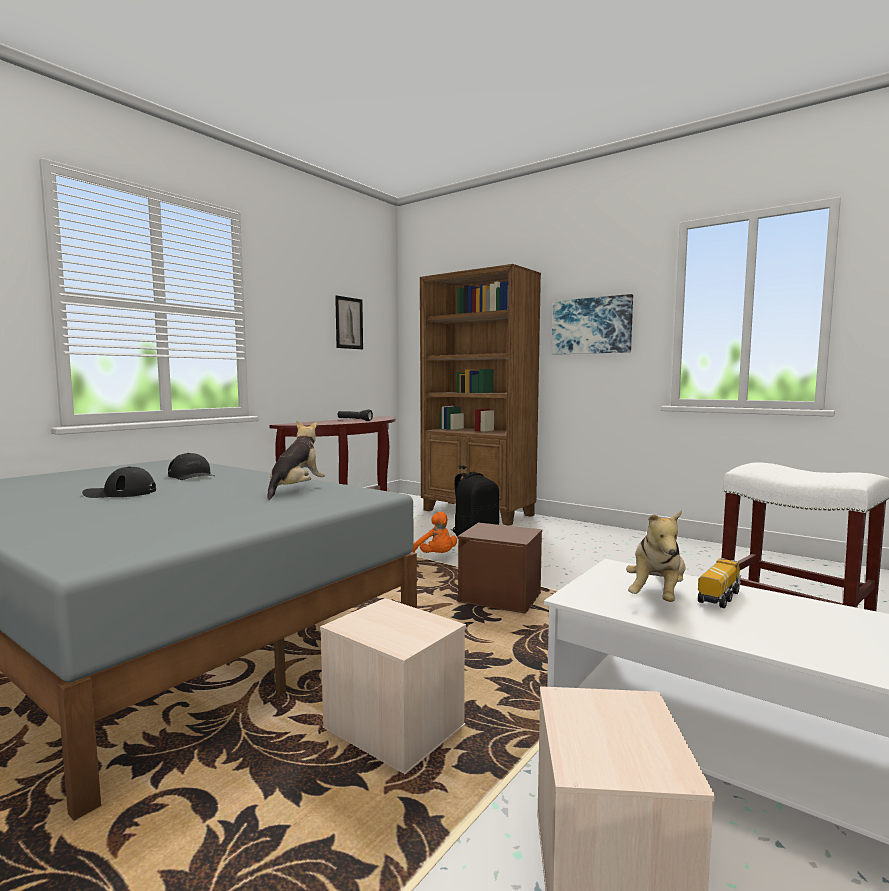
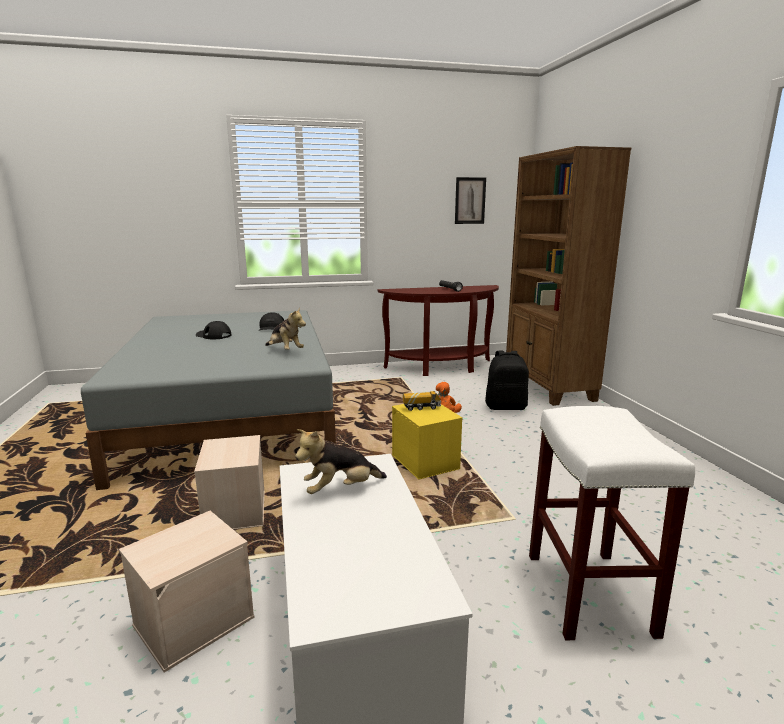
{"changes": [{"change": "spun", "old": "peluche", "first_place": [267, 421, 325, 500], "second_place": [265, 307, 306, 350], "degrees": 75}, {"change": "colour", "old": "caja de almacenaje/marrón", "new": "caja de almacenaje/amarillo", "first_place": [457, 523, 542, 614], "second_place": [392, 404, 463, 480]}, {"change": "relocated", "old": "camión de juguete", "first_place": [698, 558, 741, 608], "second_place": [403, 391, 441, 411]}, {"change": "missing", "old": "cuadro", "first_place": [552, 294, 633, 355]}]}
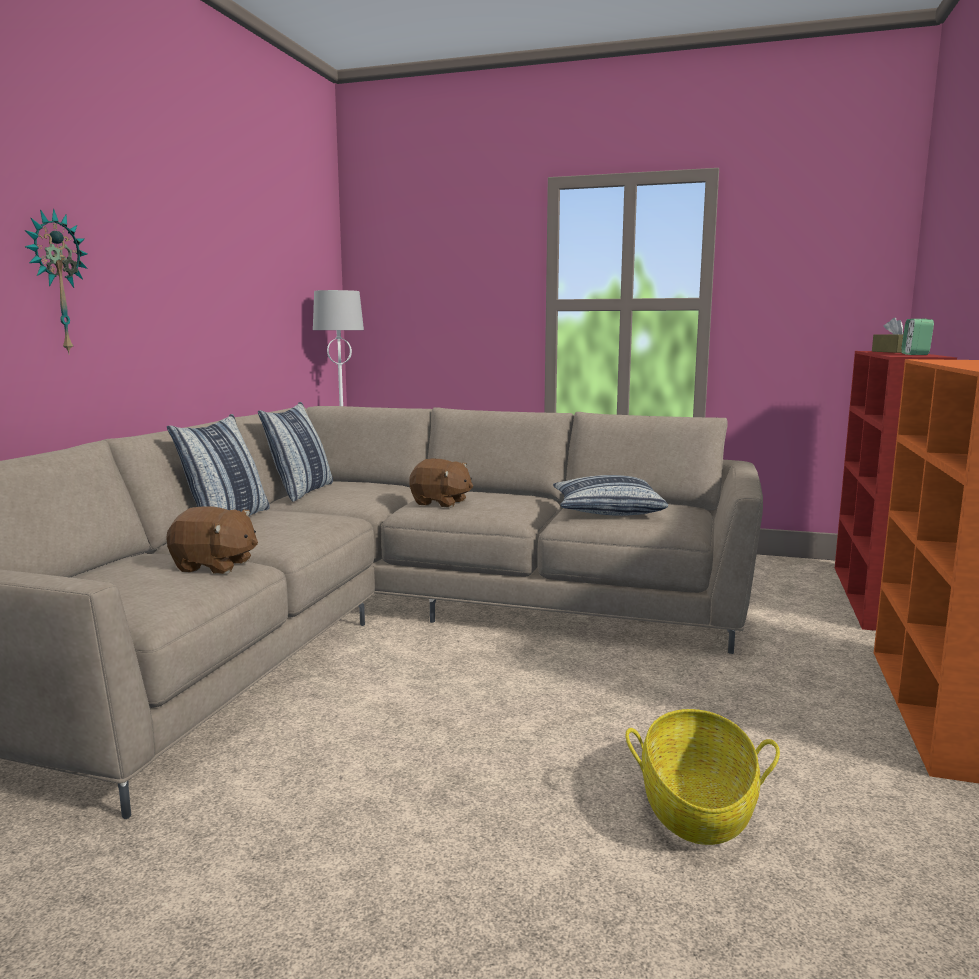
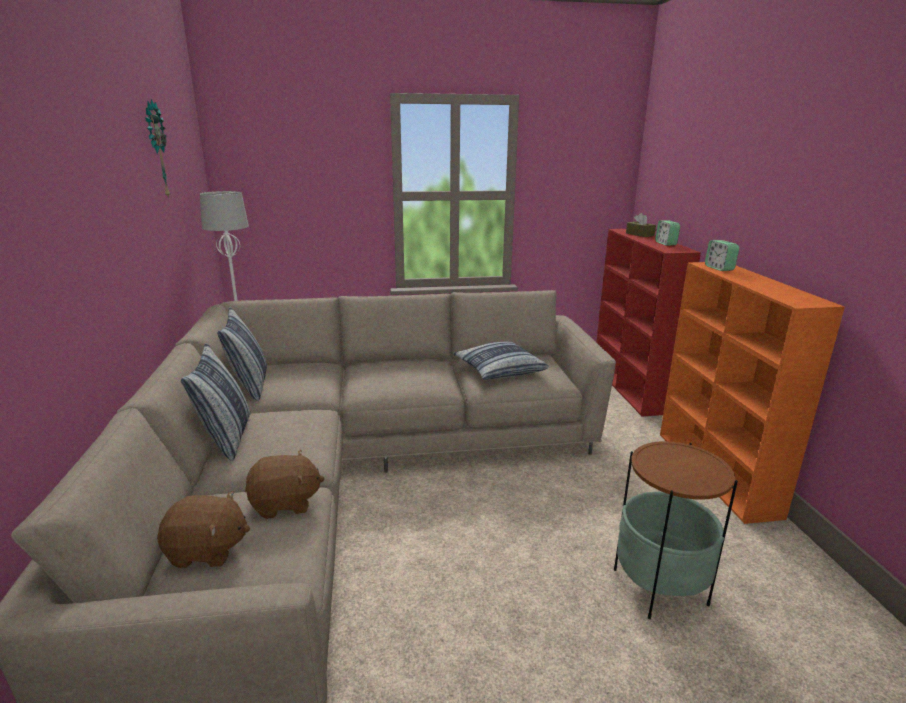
{"changes": [{"change": "relocated", "old": "reloj de pared", "first_place": [24, 209, 88, 355], "second_place": [145, 99, 170, 199]}, {"change": "relocated", "old": "peluche/marrón", "first_place": [409, 459, 473, 508], "second_place": [157, 491, 250, 568]}, {"change": "exchanged", "old": "cesta", "new": "mesa auxiliar", "first_place": [625, 709, 780, 845], "second_place": [614, 441, 738, 619]}, {"change": "appeared", "new": "despertador", "second_place": [705, 240, 739, 271]}]}
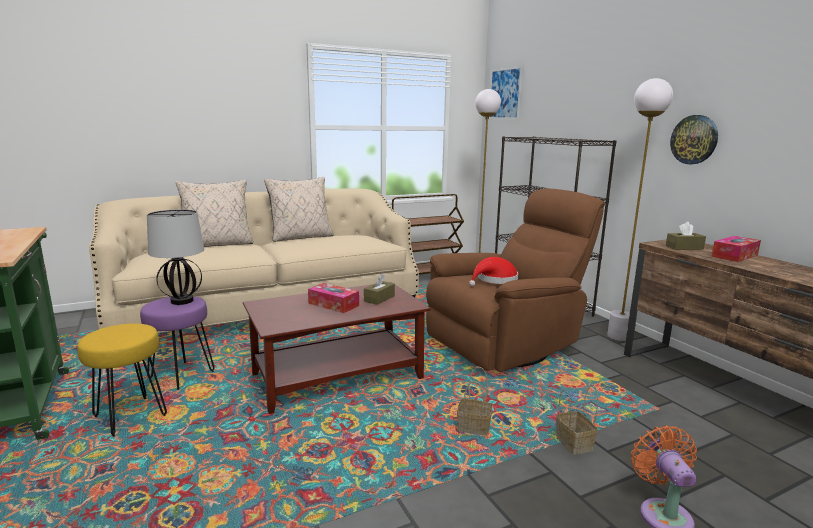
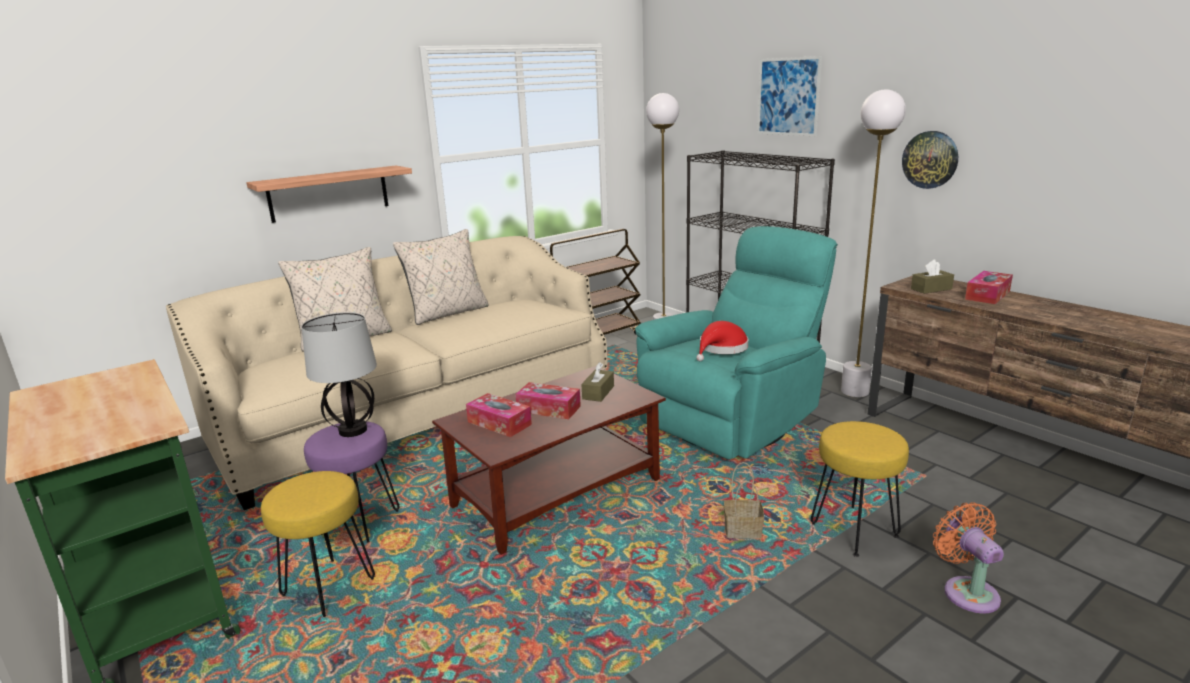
{"changes": [{"change": "appeared", "new": "estante", "second_place": [246, 166, 412, 223]}, {"change": "appeared", "new": "caja de pañuelos", "second_place": [466, 393, 532, 437]}, {"change": "colour", "old": "sillón/marrón", "new": "sillón/turquesa", "first_place": [426, 189, 605, 372], "second_place": [635, 226, 838, 460]}, {"change": "relocated", "old": "cuadro", "first_place": [489, 66, 523, 119], "second_place": [757, 56, 822, 136]}, {"change": "exchanged", "old": "cesta", "new": "taburete/amarillo", "first_place": [556, 384, 598, 455], "second_place": [811, 421, 909, 557]}]}
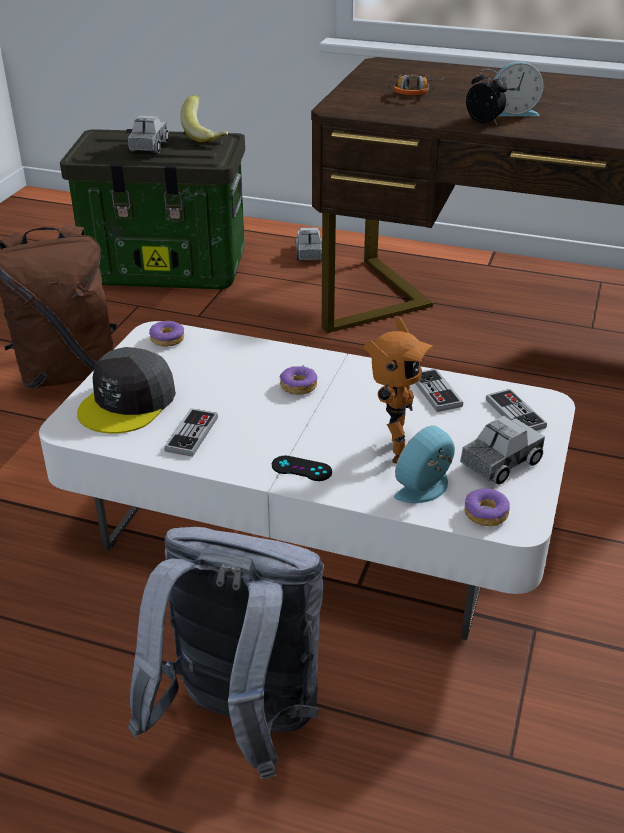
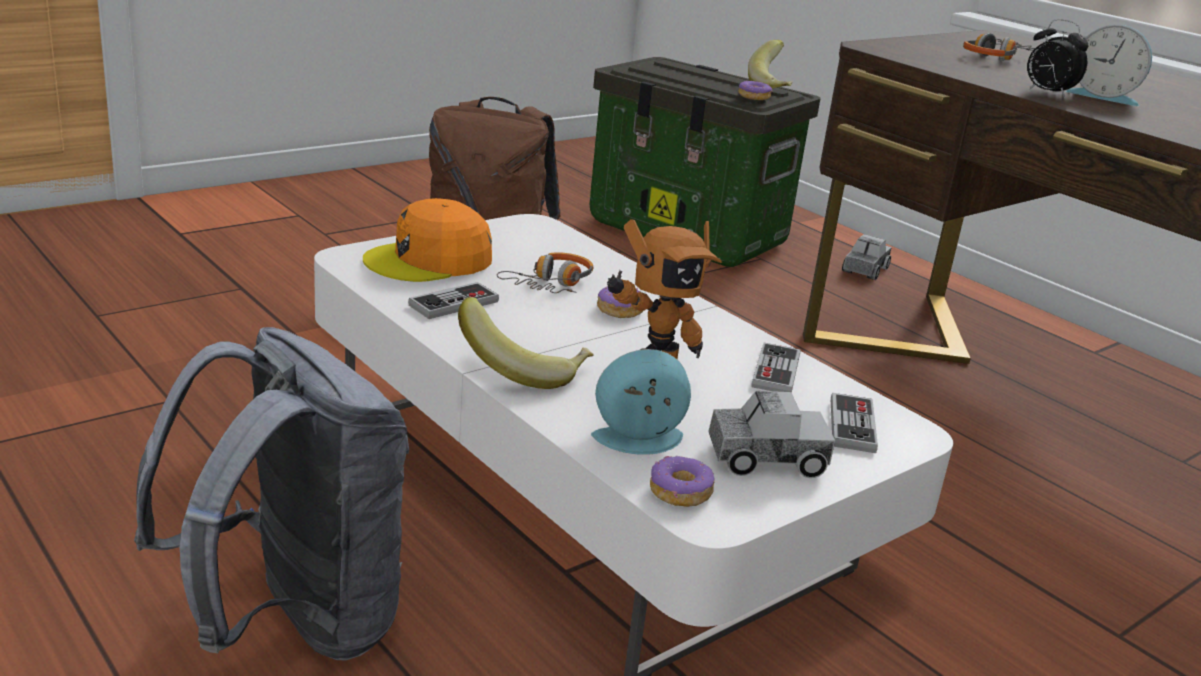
{"changes": [{"change": "colour", "old": "gorra/gris", "new": "gorra/naranja", "first_place": [77, 347, 176, 433], "second_place": [363, 198, 492, 282]}, {"change": "exchanged", "old": "mando de consola/negro", "new": "plátano", "first_place": [272, 455, 332, 481], "second_place": [458, 297, 594, 389]}, {"change": "appeared", "new": "auriculares", "second_place": [497, 252, 593, 293]}, {"change": "relocated", "old": "rosquilla", "first_place": [149, 321, 184, 347], "second_place": [738, 81, 773, 100]}, {"change": "spun", "old": "despertador", "first_place": [466, 68, 508, 125], "second_place": [1027, 19, 1088, 98], "degrees": 150}, {"change": "missing", "old": "camión de juguete", "first_place": [128, 115, 169, 153]}]}
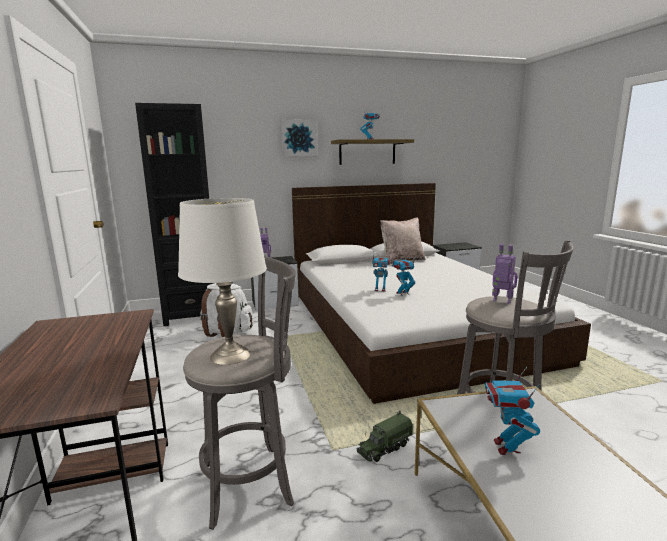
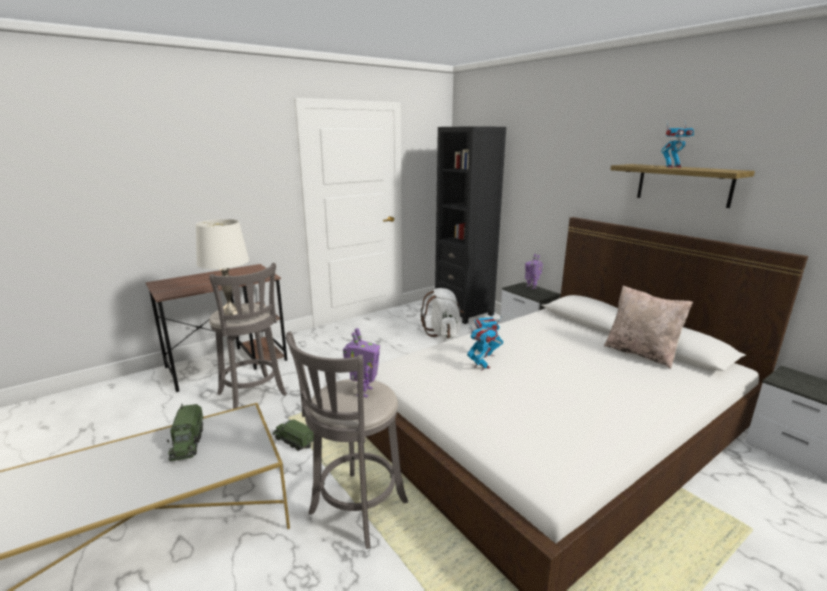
{"changes": [{"change": "exchanged", "old": "robot de juguete", "new": "camión de juguete", "first_place": [485, 367, 540, 455], "second_place": [167, 404, 203, 461]}, {"change": "missing", "old": "cuadro", "first_place": [281, 119, 317, 157]}]}
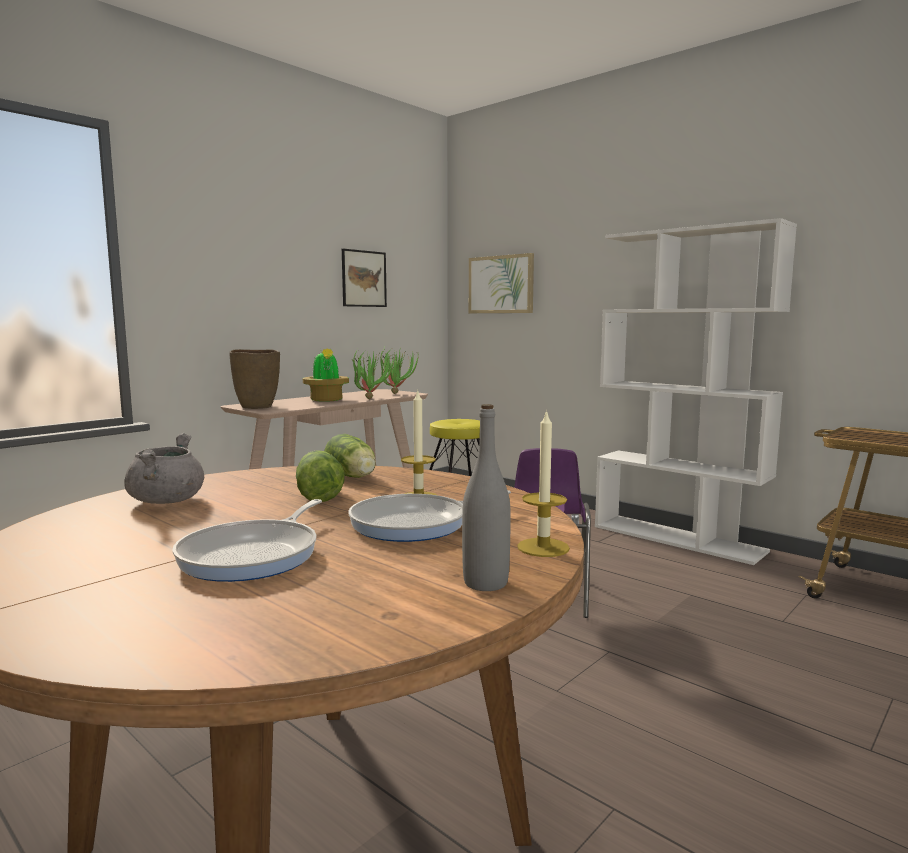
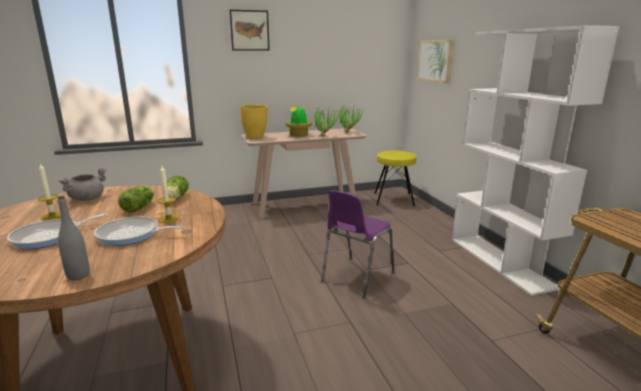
{"changes": [{"change": "relocated", "old": "vela", "first_place": [517, 409, 570, 557], "second_place": [38, 163, 61, 220]}, {"change": "relocated", "old": "cuadro", "first_place": [342, 249, 387, 307], "second_place": [230, 10, 270, 51]}, {"change": "colour", "old": "florero/marrón", "new": "florero/amarillo", "first_place": [229, 349, 280, 409], "second_place": [240, 104, 267, 139]}]}
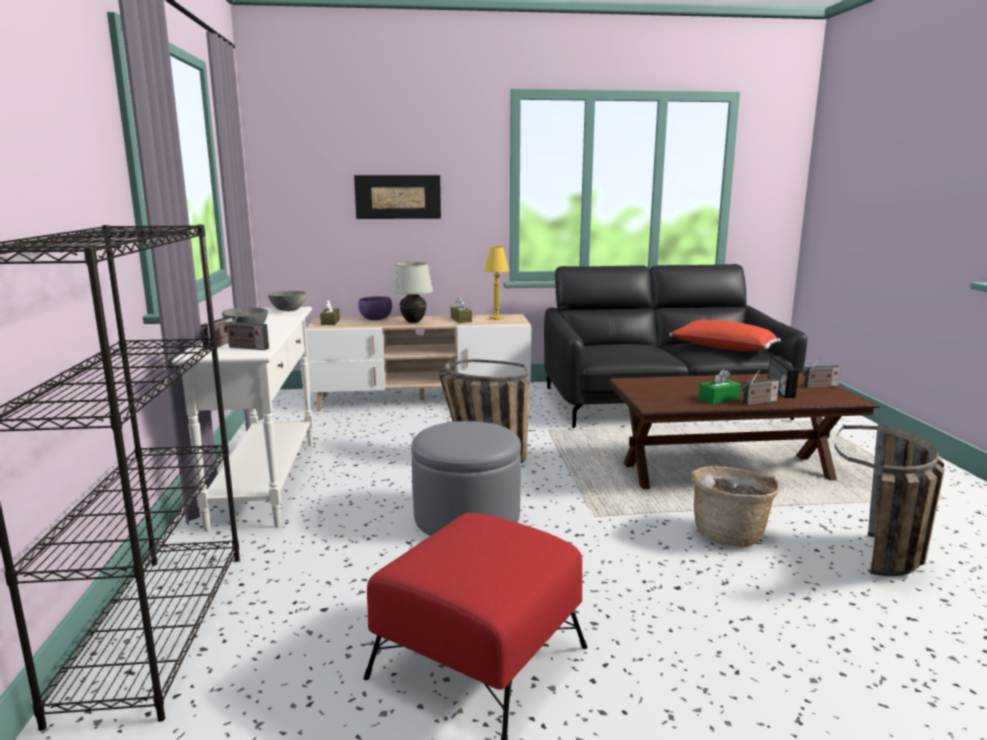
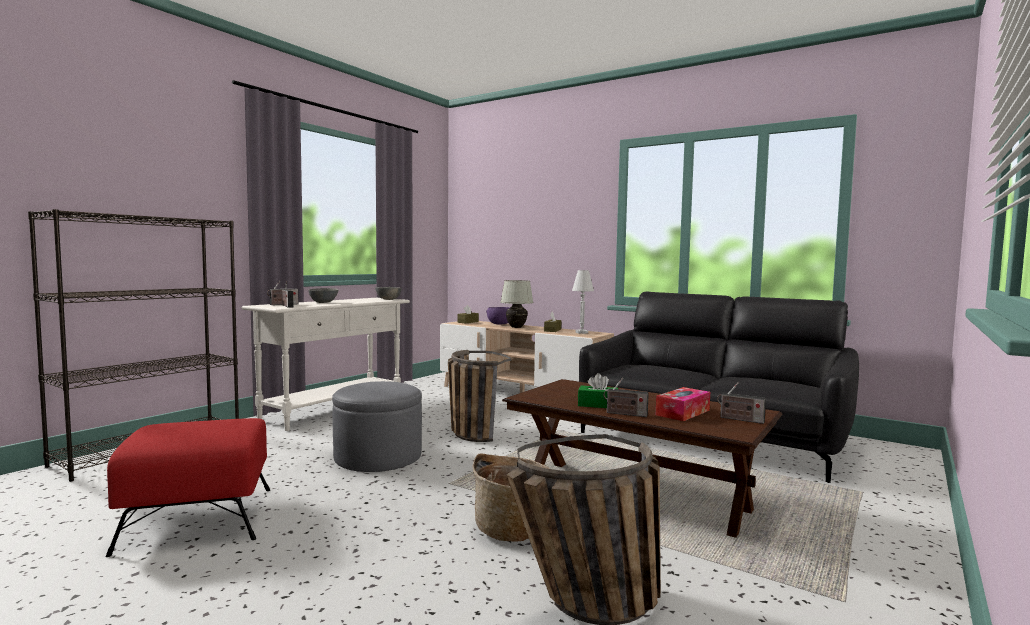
{"changes": [{"change": "colour", "old": "lámpara de mesa/amarillo", "new": "lámpara de mesa/blanco", "first_place": [484, 246, 509, 320], "second_place": [572, 270, 594, 334]}, {"change": "exchanged", "old": "radio", "new": "caja de pañuelos", "first_place": [768, 356, 799, 398], "second_place": [656, 387, 710, 421]}, {"change": "missing", "old": "cuadro", "first_place": [354, 175, 441, 219]}, {"change": "missing", "old": "cojín/rojo", "first_place": [670, 320, 781, 351]}]}
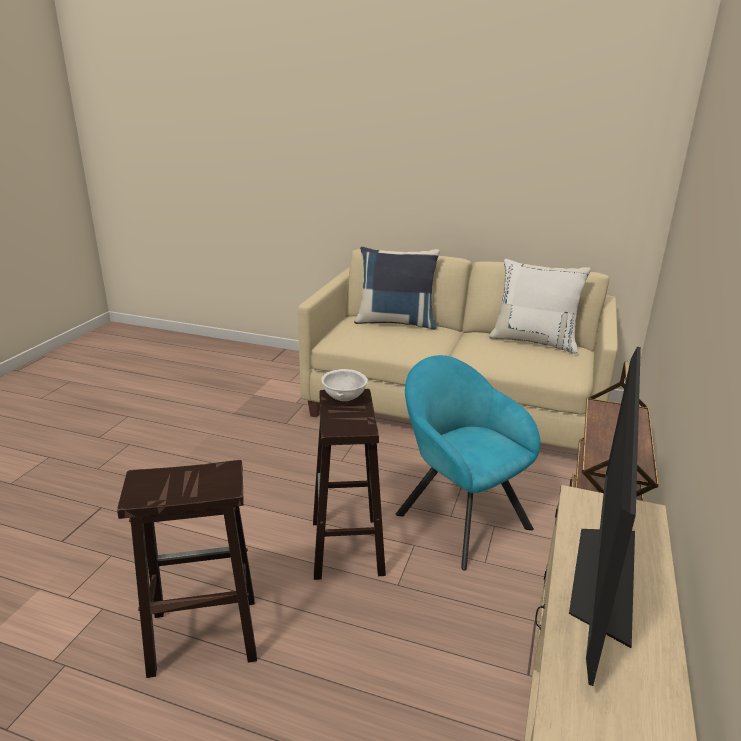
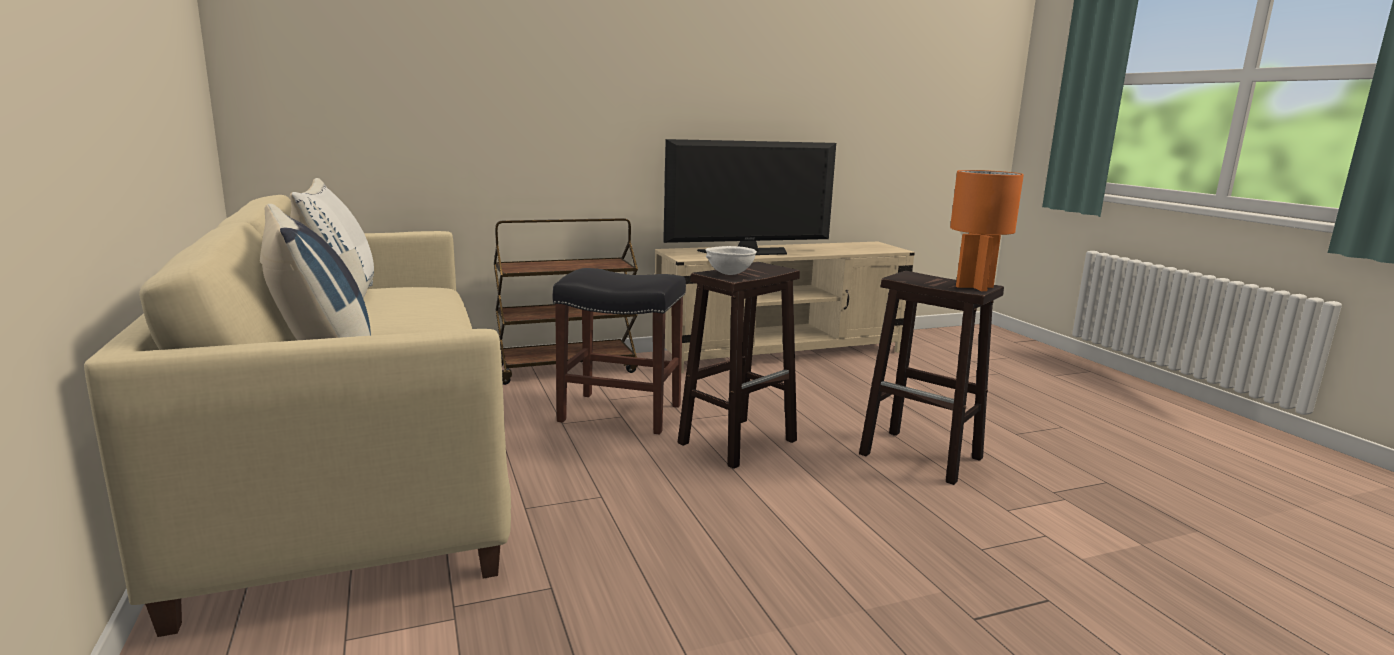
{"changes": [{"change": "exchanged", "old": "sillón/turquesa", "new": "taburete/negro", "first_place": [395, 355, 540, 571], "second_place": [552, 268, 686, 435]}, {"change": "appeared", "new": "lámpara de mesa/naranja", "second_place": [950, 170, 1024, 291]}]}
